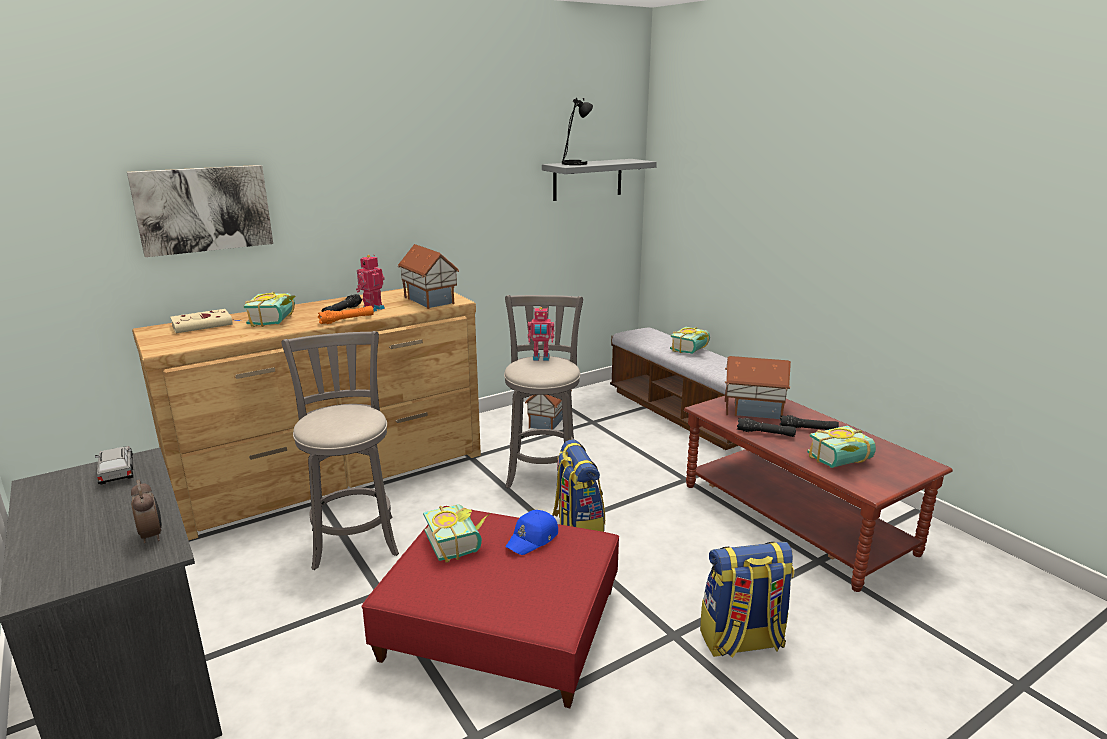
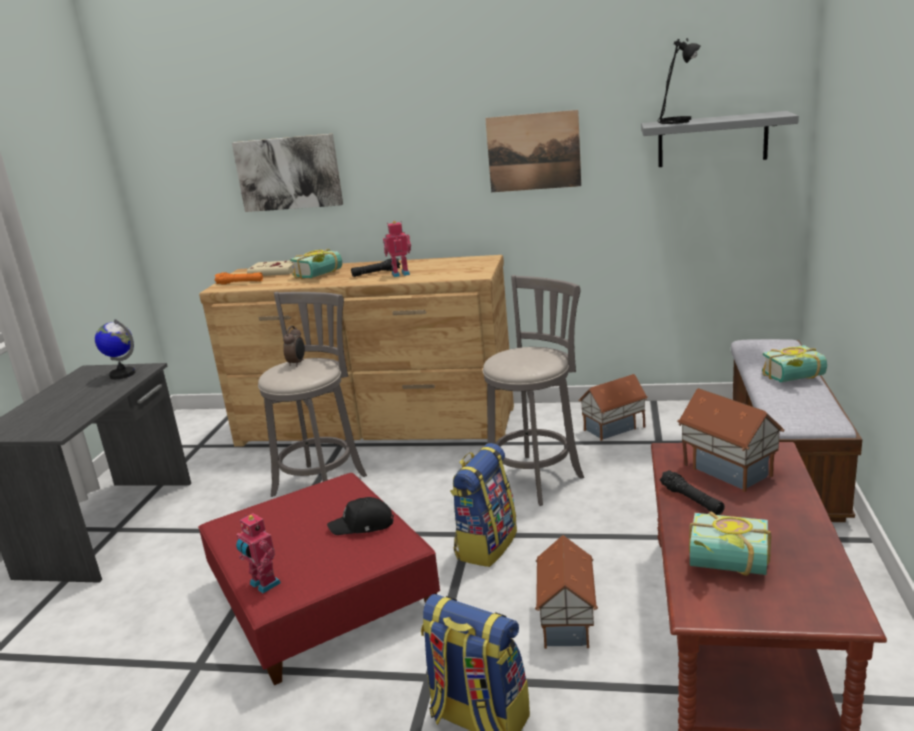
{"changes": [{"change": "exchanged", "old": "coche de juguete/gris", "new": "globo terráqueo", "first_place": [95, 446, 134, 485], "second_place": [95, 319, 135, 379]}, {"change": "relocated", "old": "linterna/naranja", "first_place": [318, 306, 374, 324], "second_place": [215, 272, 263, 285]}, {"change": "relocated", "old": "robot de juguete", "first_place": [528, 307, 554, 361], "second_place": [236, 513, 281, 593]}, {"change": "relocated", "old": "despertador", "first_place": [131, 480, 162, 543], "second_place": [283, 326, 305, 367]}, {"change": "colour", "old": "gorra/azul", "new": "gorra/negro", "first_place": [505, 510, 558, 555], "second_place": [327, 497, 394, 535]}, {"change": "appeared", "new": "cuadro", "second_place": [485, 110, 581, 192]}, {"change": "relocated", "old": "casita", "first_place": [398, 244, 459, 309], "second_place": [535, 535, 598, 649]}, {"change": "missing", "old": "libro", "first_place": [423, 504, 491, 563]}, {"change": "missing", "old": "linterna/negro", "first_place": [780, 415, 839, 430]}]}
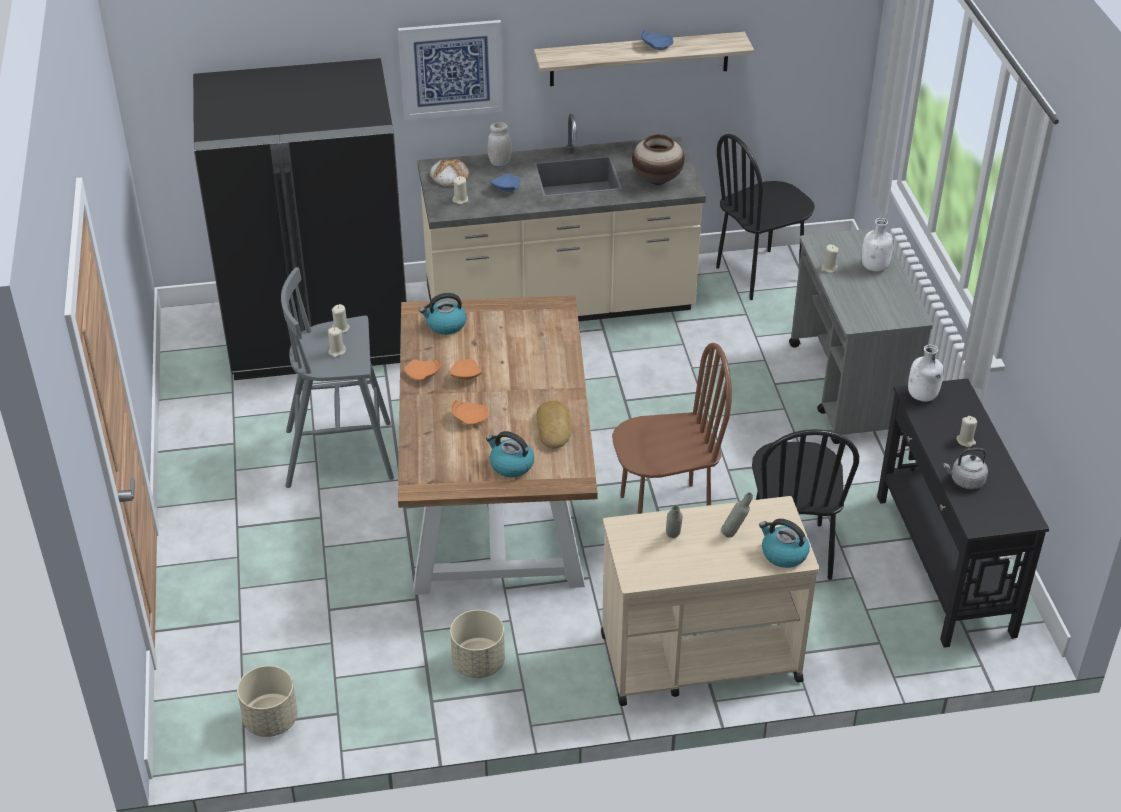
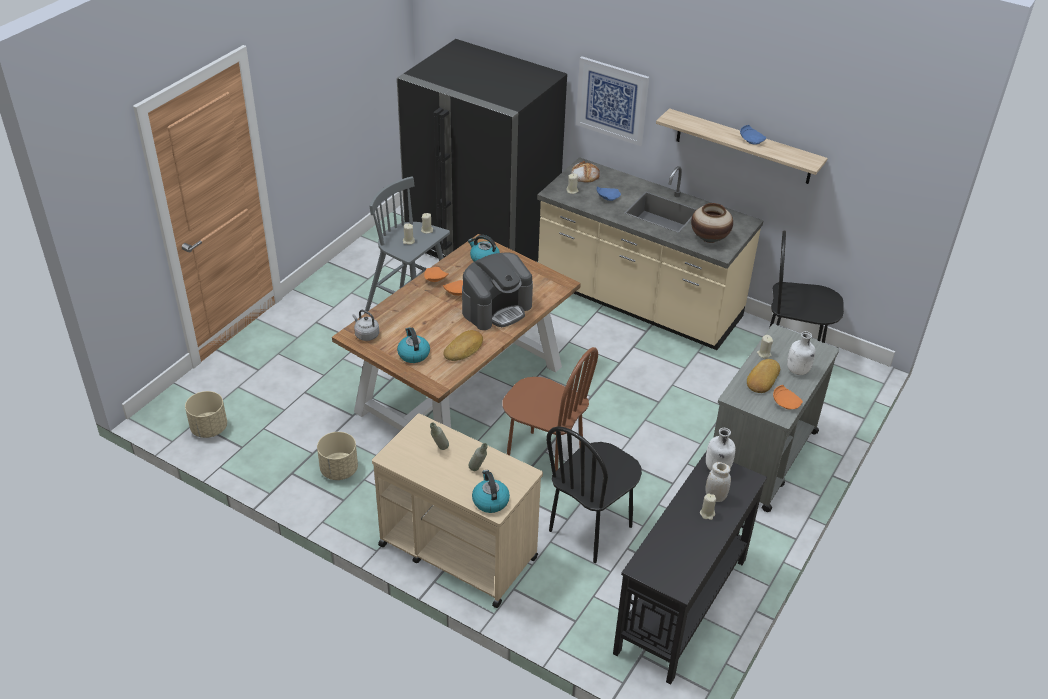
{"changes": [{"change": "relocated", "old": "hervidor/gris", "first_place": [943, 448, 988, 489], "second_place": [352, 310, 379, 341]}, {"change": "appeared", "new": "cafetera", "second_place": [462, 253, 533, 330]}, {"change": "relocated", "old": "tarro/blanco", "first_place": [488, 122, 511, 166], "second_place": [705, 462, 731, 502]}, {"change": "appeared", "new": "pan", "second_place": [747, 359, 780, 393]}, {"change": "relocated", "old": "plato/naranja", "first_place": [451, 400, 489, 425], "second_place": [773, 385, 803, 409]}]}
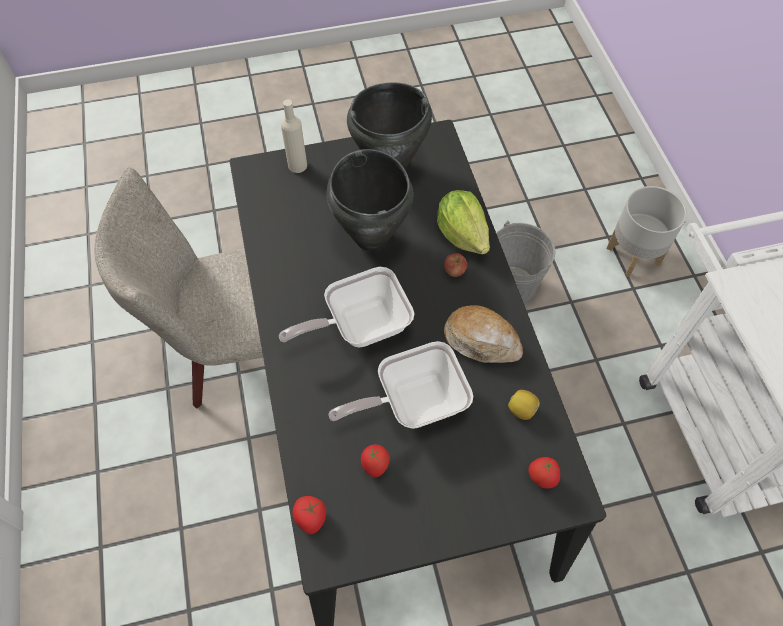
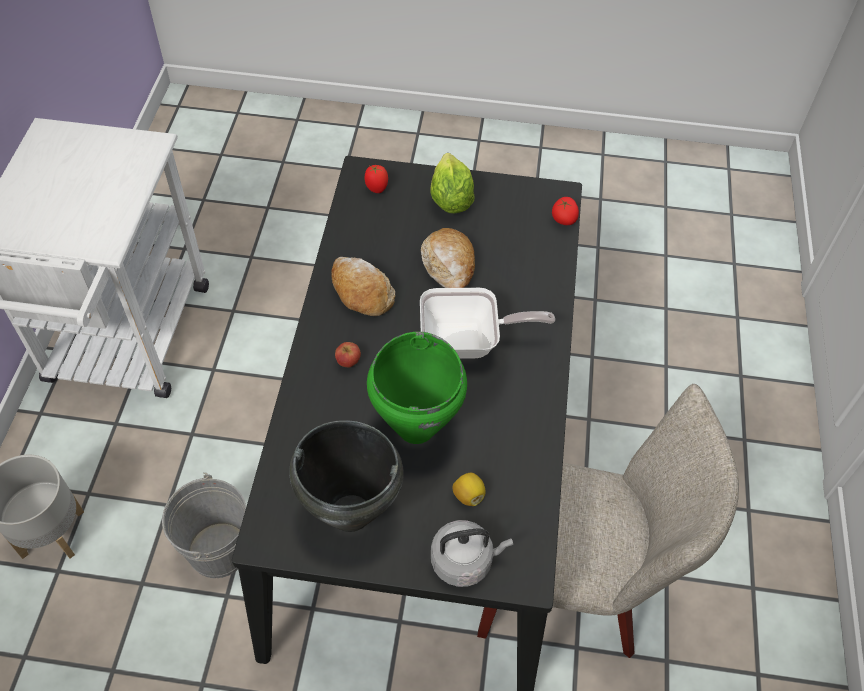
{"changes": [{"change": "colour", "old": "olla/negro", "new": "olla/verde", "first_place": [326, 149, 413, 251], "second_place": [367, 332, 467, 444]}, {"change": "exchanged", "old": "sartén", "new": "pan", "first_place": [329, 341, 473, 429], "second_place": [421, 228, 475, 288]}, {"change": "relocated", "old": "lechuga", "first_place": [437, 190, 490, 254], "second_place": [431, 153, 475, 213]}, {"change": "exchanged", "old": "botella/beis", "new": "hervidor/gris", "first_place": [281, 100, 307, 173], "second_place": [431, 520, 513, 587]}, {"change": "relocated", "old": "limón", "first_place": [508, 390, 540, 420], "second_place": [453, 473, 486, 506]}, {"change": "missing", "old": "tomate", "first_place": [361, 444, 390, 477]}]}
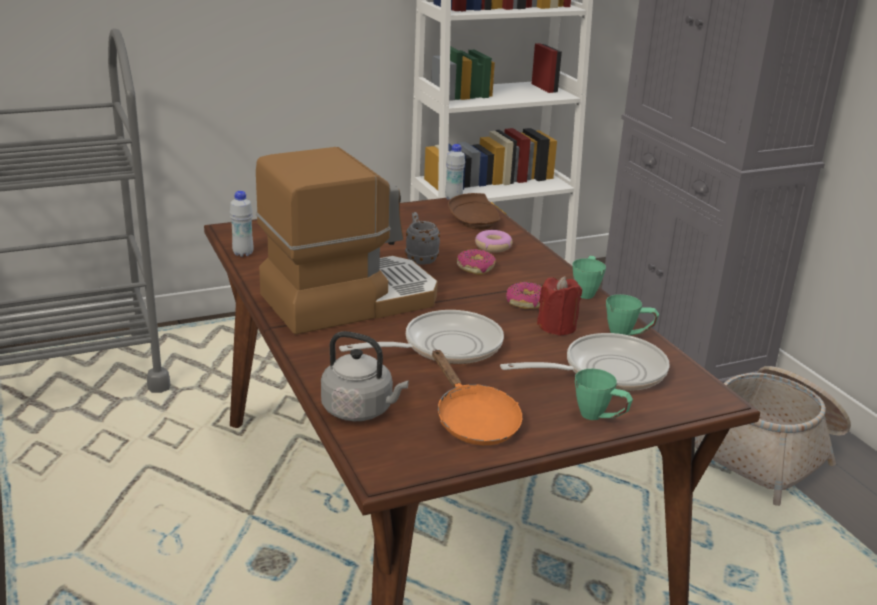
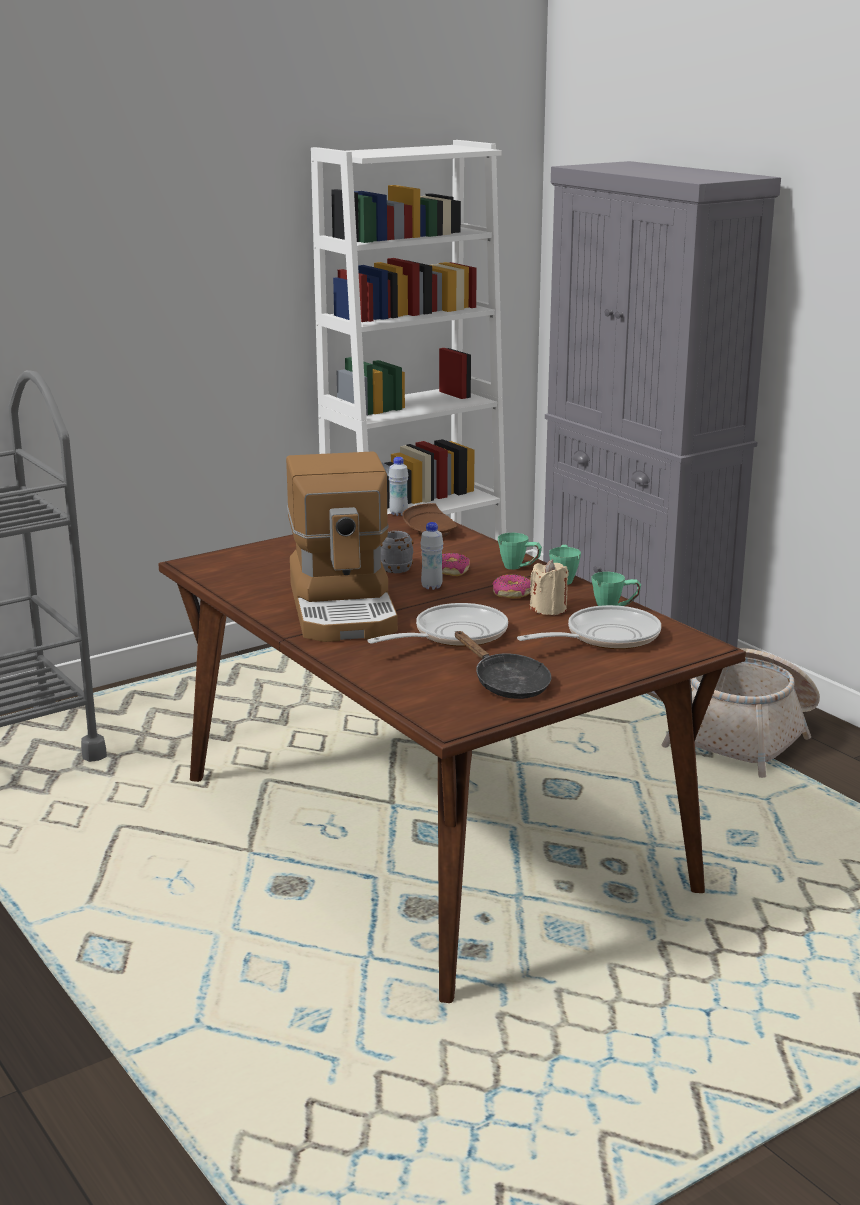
{"changes": [{"change": "spun", "old": "cafetera", "first_place": [256, 147, 438, 335], "second_place": [286, 451, 398, 642], "degrees": 120}, {"change": "relocated", "old": "botella/blanco", "first_place": [230, 191, 253, 257], "second_place": [420, 522, 443, 590]}, {"change": "colour", "old": "sartén/naranja", "new": "sartén/negro", "first_place": [432, 349, 522, 445], "second_place": [455, 631, 551, 699]}, {"change": "relocated", "old": "taza grande/verde", "first_place": [575, 369, 633, 420], "second_place": [498, 533, 542, 570]}, {"change": "colour", "old": "vela/rojo", "new": "vela/beis", "first_place": [537, 276, 582, 336], "second_place": [530, 559, 569, 615]}, {"change": "missing", "old": "hervidor/gris", "first_place": [321, 331, 409, 421]}, {"change": "missing", "old": "rosquilla", "first_place": [475, 230, 513, 252]}]}
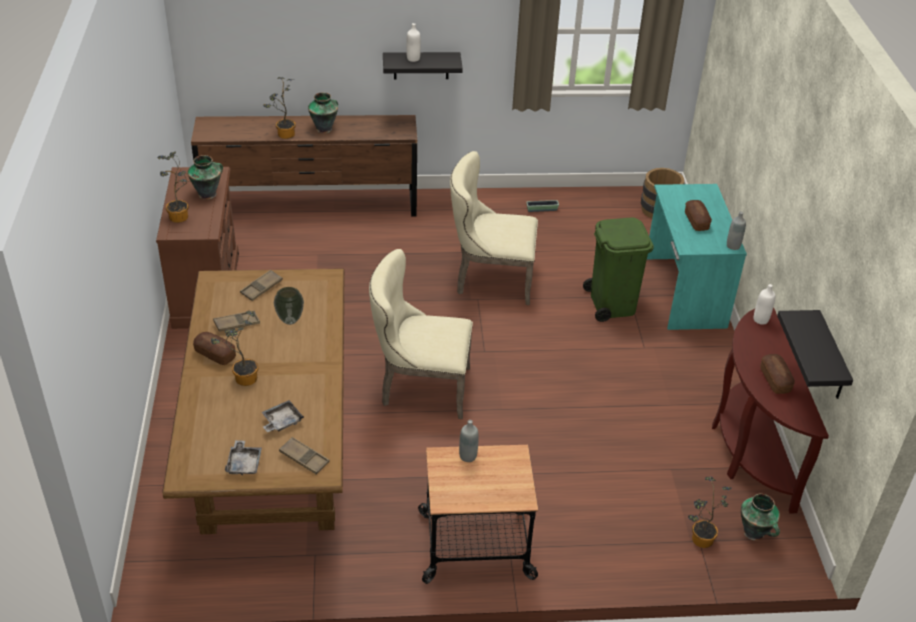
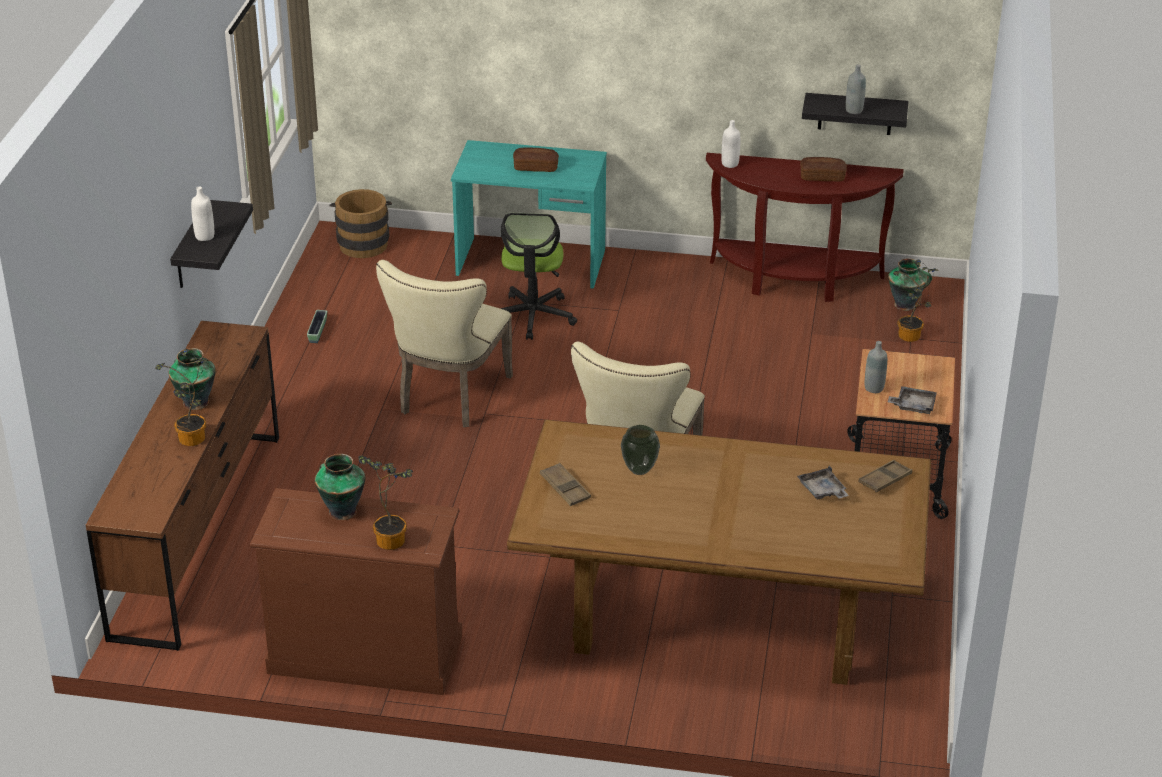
{"changes": [{"change": "exchanged", "old": "papelera/verde", "new": "silla de oficina", "first_place": [583, 218, 654, 322], "second_place": [500, 213, 577, 340]}, {"change": "relocated", "old": "botella/gris", "first_place": [727, 211, 746, 250], "second_place": [846, 64, 866, 114]}, {"change": "relocated", "old": "bandeja/gris", "first_place": [225, 440, 262, 475], "second_place": [888, 386, 937, 414]}, {"change": "missing", "old": "pan", "first_place": [193, 332, 236, 365]}, {"change": "missing", "old": "planta en maceta", "first_place": [211, 311, 258, 386]}, {"change": "missing", "old": "bandeja/marrón", "first_place": [213, 311, 260, 332]}]}
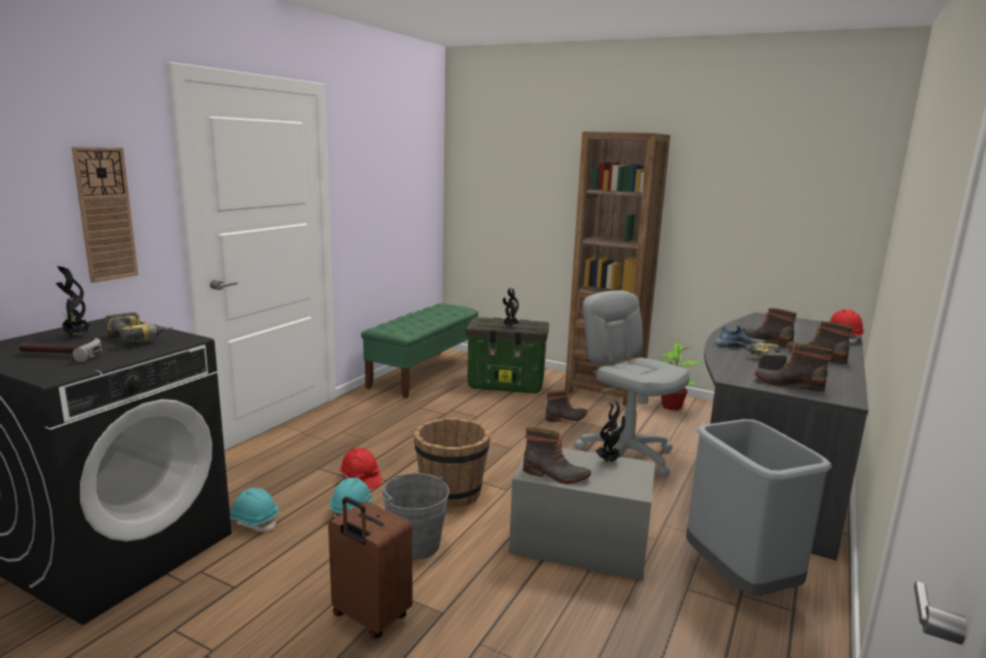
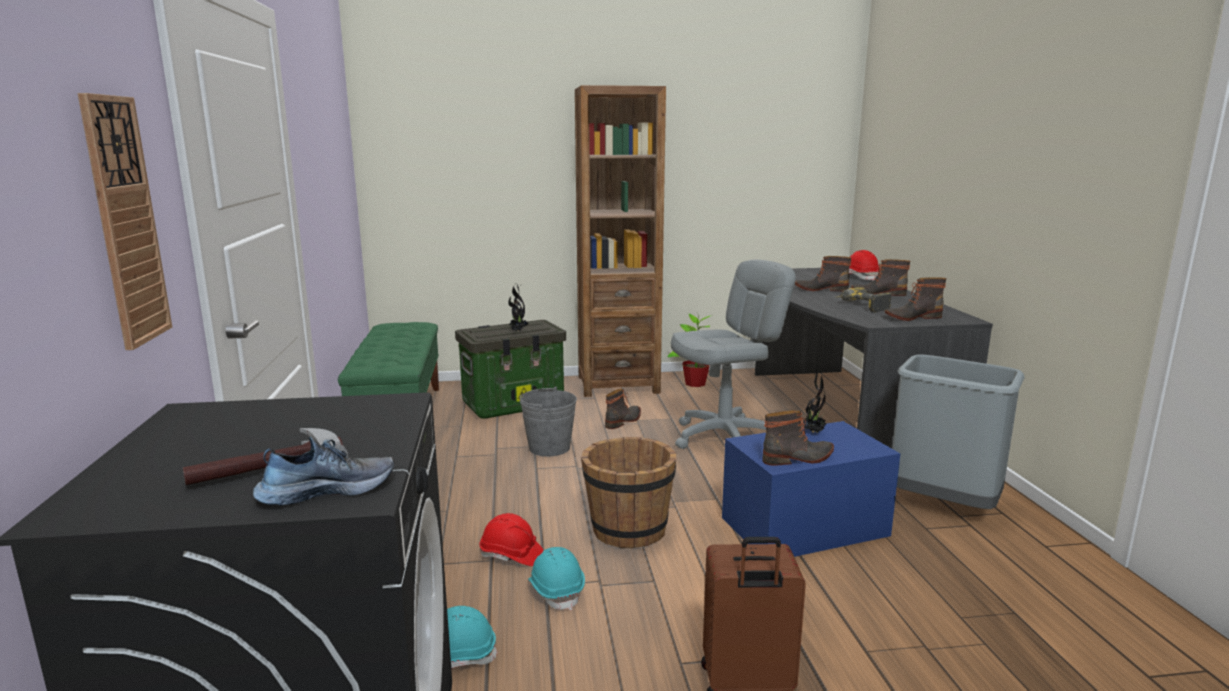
{"changes": [{"change": "relocated", "old": "zapato", "first_place": [716, 326, 765, 348], "second_place": [253, 437, 394, 505]}, {"change": "relocated", "old": "cubo/gris", "first_place": [382, 473, 449, 560], "second_place": [520, 387, 577, 456]}, {"change": "spun", "old": "silla de oficina/gris", "first_place": [575, 290, 690, 476], "second_place": [671, 260, 796, 449], "degrees": 135}, {"change": "colour", "old": "caja de almacenaje/gris", "new": "caja de almacenaje/azul", "first_place": [509, 448, 655, 580], "second_place": [722, 421, 900, 557]}, {"change": "missing", "old": "planta en maceta", "first_place": [56, 266, 90, 336]}, {"change": "missing", "old": "taladro", "first_place": [105, 312, 172, 342]}]}
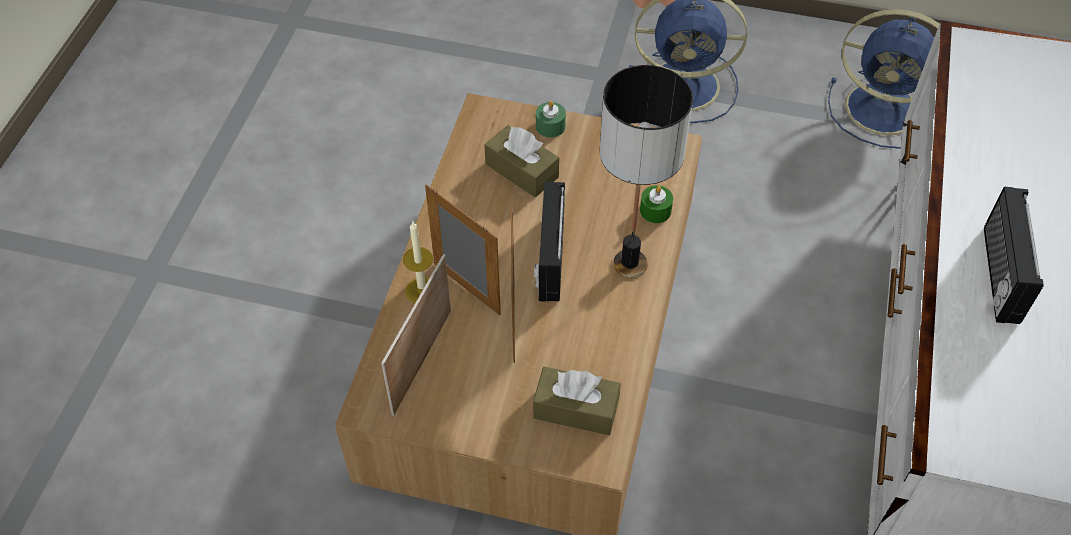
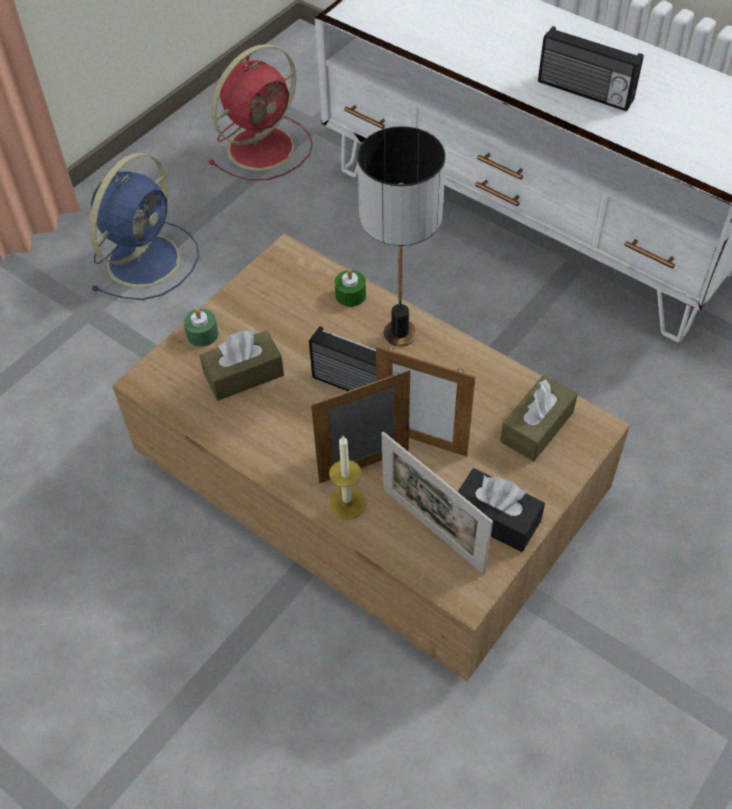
{"changes": [{"change": "colour", "old": "ventilador/azul", "new": "ventilador/rojo", "first_place": [828, 9, 940, 149], "second_place": [208, 44, 313, 181]}, {"change": "appeared", "new": "caja de pañuelos/negro", "second_place": [458, 468, 545, 552]}]}
